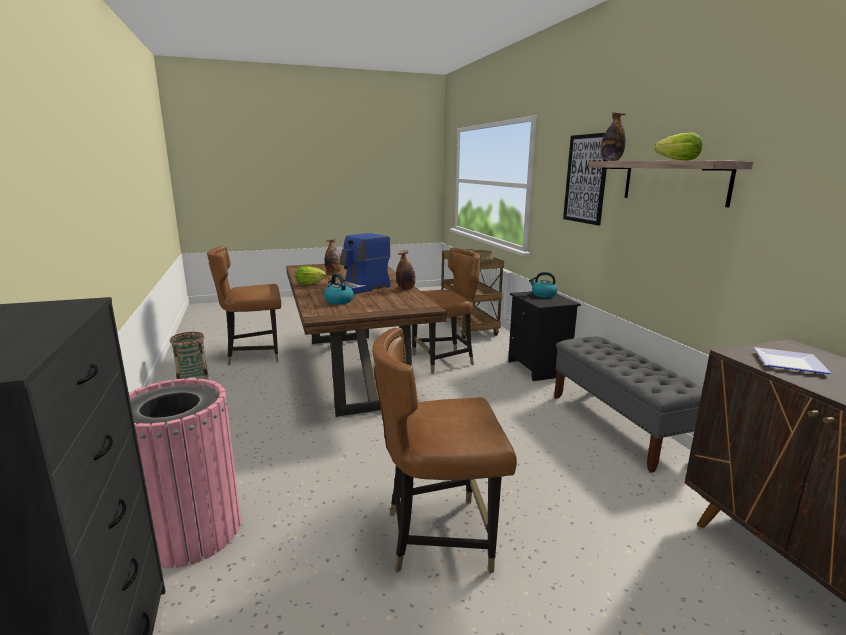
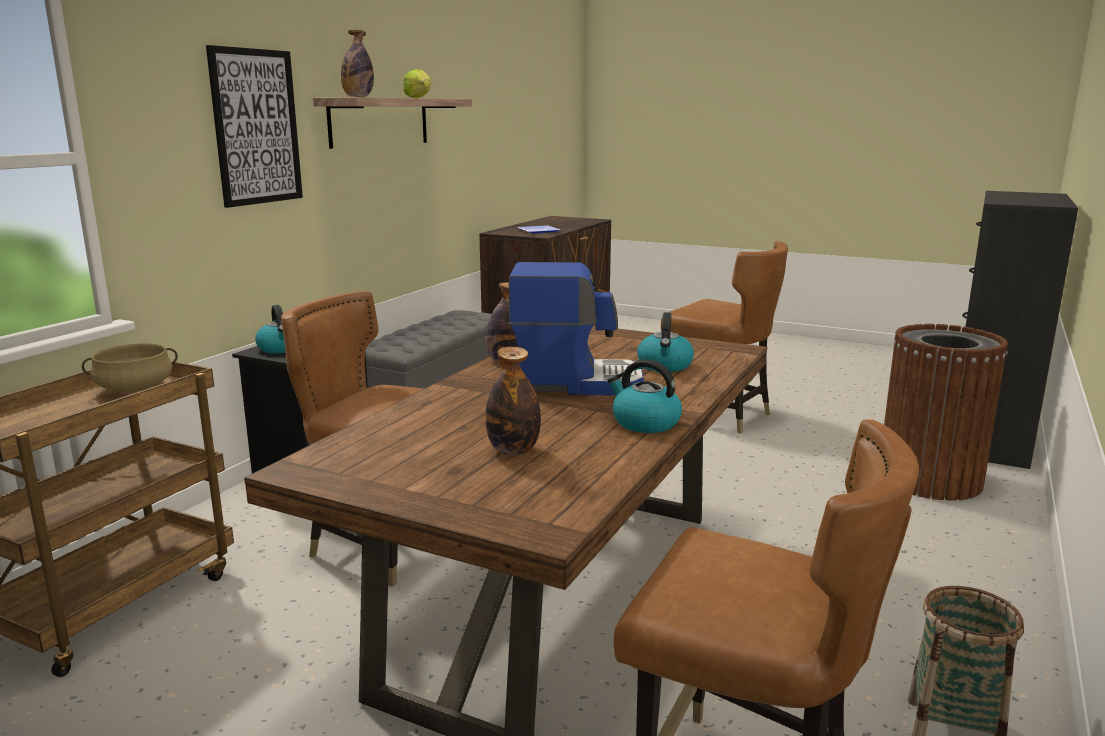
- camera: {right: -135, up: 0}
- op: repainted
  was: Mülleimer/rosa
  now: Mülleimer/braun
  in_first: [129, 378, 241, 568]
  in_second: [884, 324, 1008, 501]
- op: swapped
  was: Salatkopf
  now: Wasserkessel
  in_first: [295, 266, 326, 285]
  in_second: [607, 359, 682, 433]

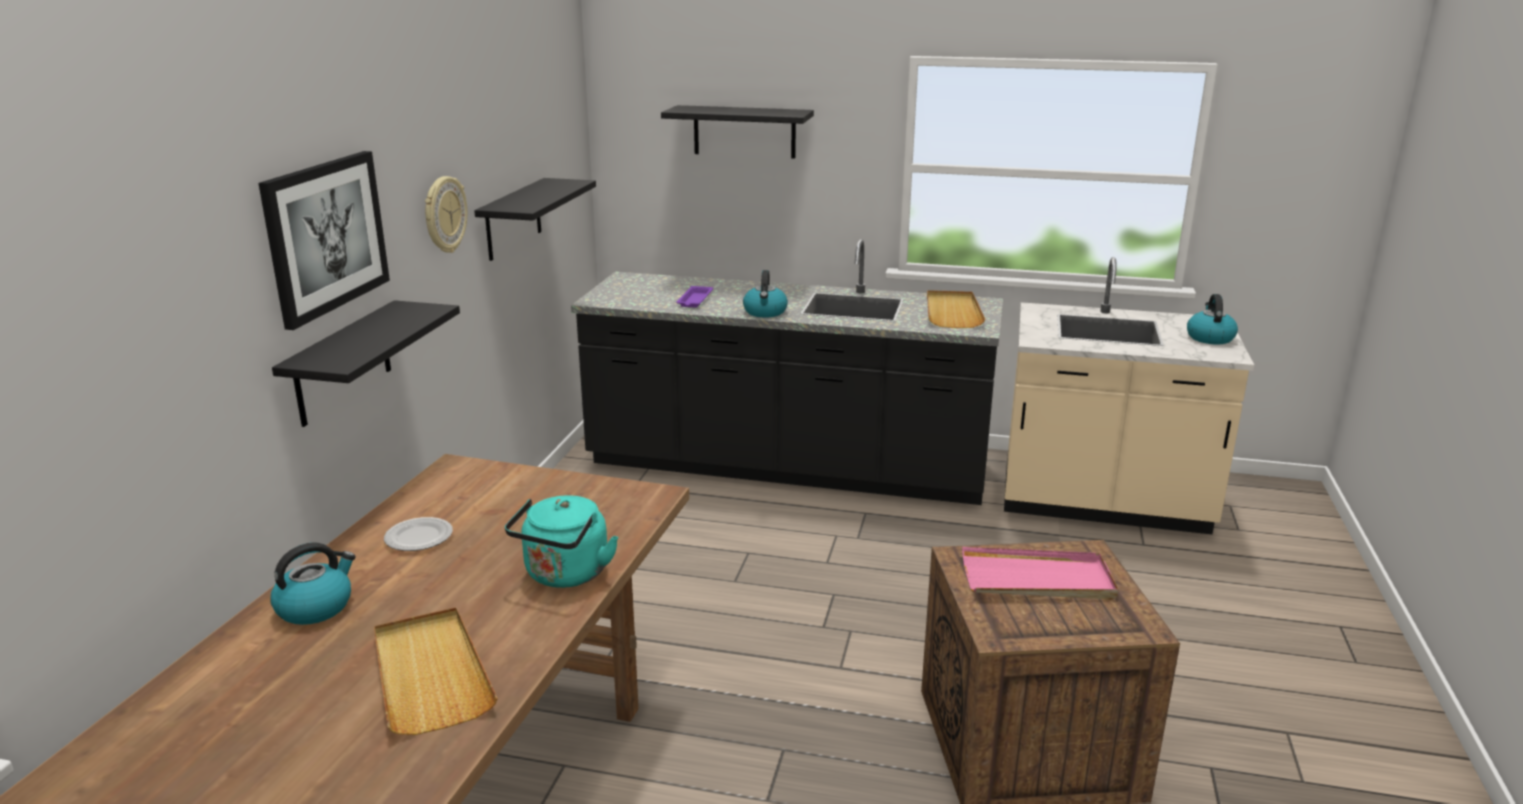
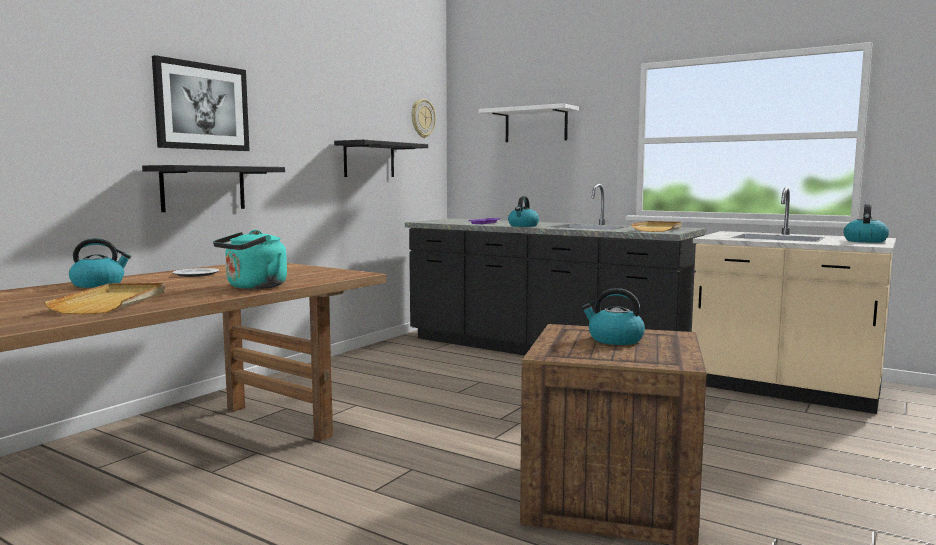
- camera: {right: 20, up: -15}
- op: shifted
  was: Wanduhr
  in_first: [425, 176, 467, 253]
  in_second: [412, 99, 436, 138]
- op: repainted
  was: Wandregal/schwarz
  now: Wandregal/weiß
  in_first: [661, 105, 814, 158]
  in_second: [479, 103, 579, 142]
- op: swapped
  was: Tablett/rosa
  now: Wasserkessel
  in_first: [962, 547, 1118, 599]
  in_second: [582, 288, 645, 345]

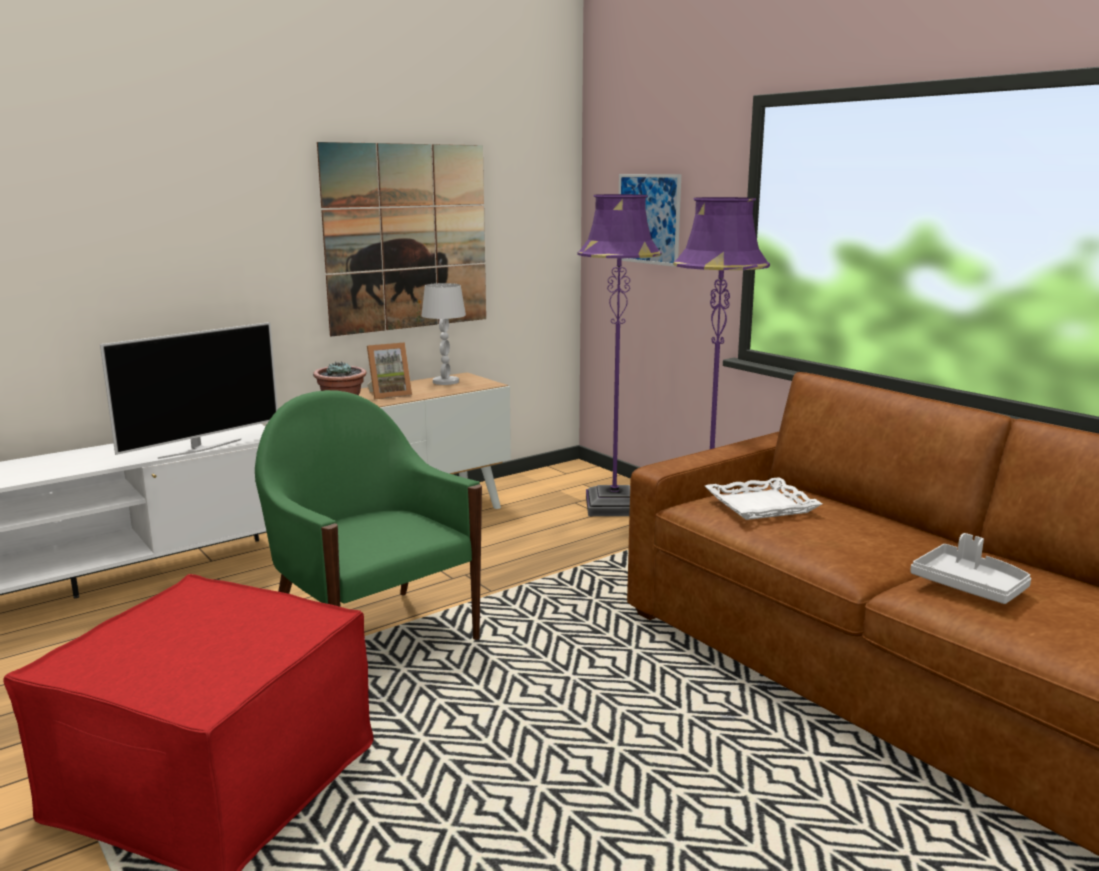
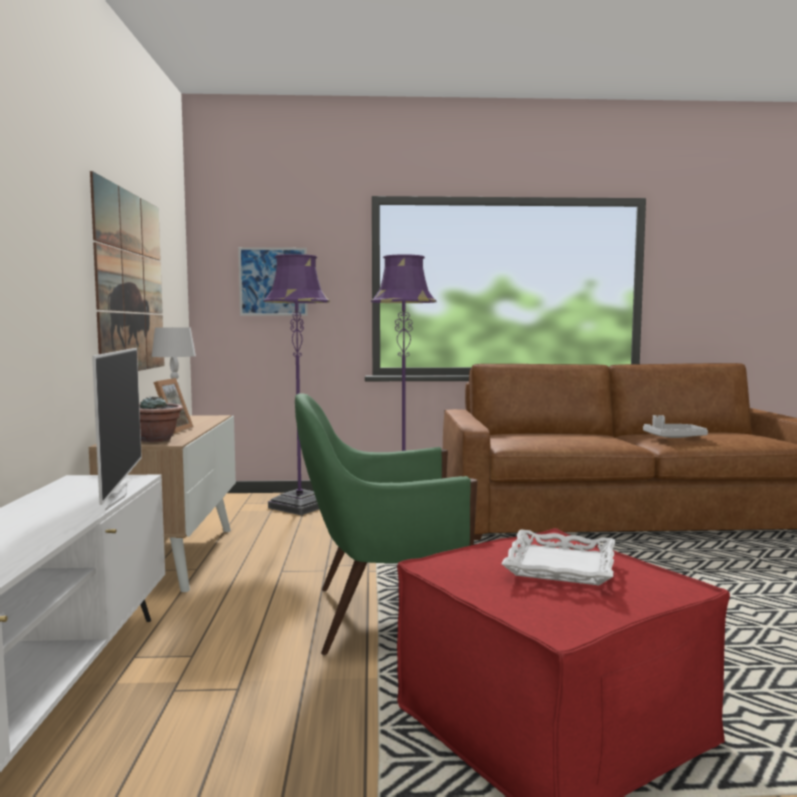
- camera: {right: -55, up: -10}
- op: shifted
  was: Tablett/weiß
  in_first: [705, 477, 822, 520]
  in_second: [502, 530, 615, 585]

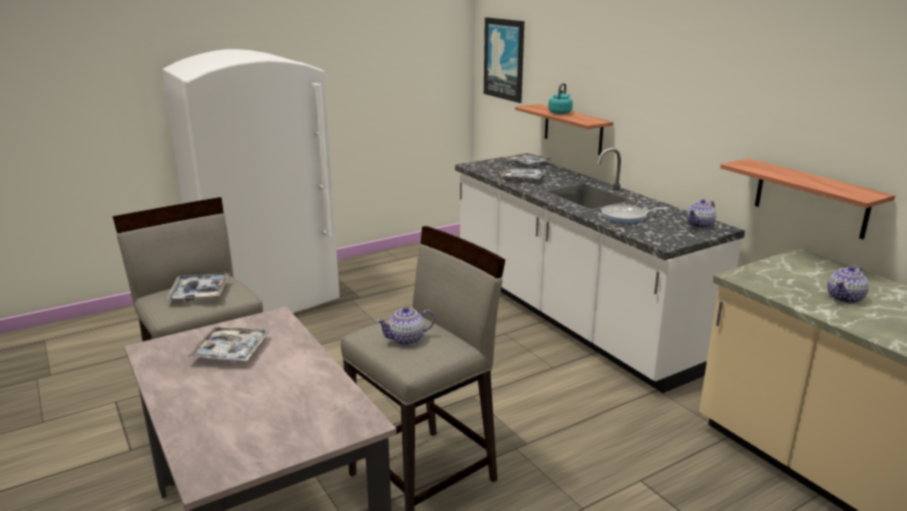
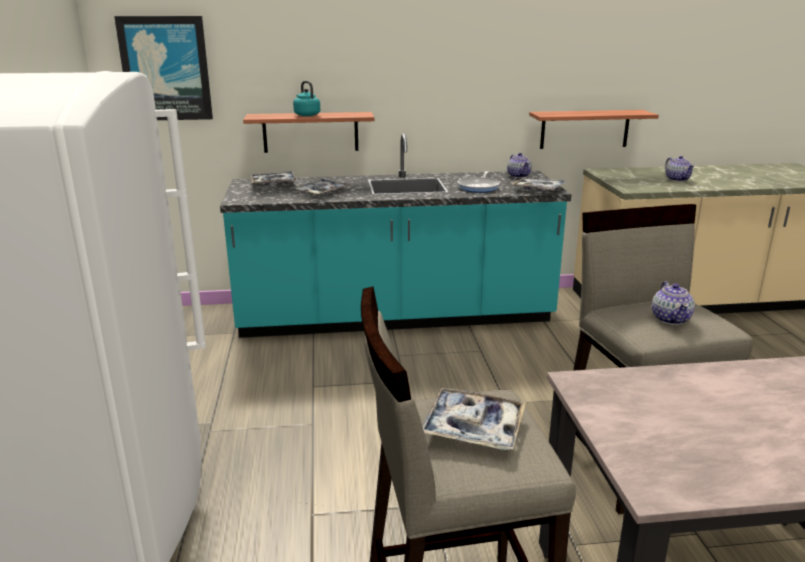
- camera: {right: -65, up: 0}
- op: shifted
  was: Tablett
  in_first: [187, 326, 269, 361]
  in_second: [512, 177, 568, 192]
- op: repainted
  was: Küchenzeile/weiß
  now: Küchenzeile/türkis
  in_first: [455, 147, 745, 393]
  in_second: [220, 133, 571, 338]

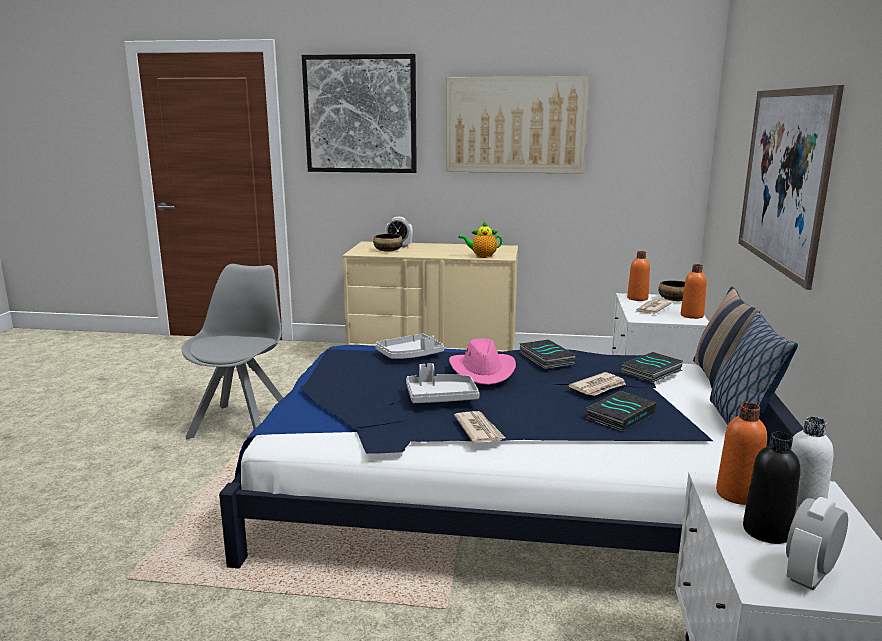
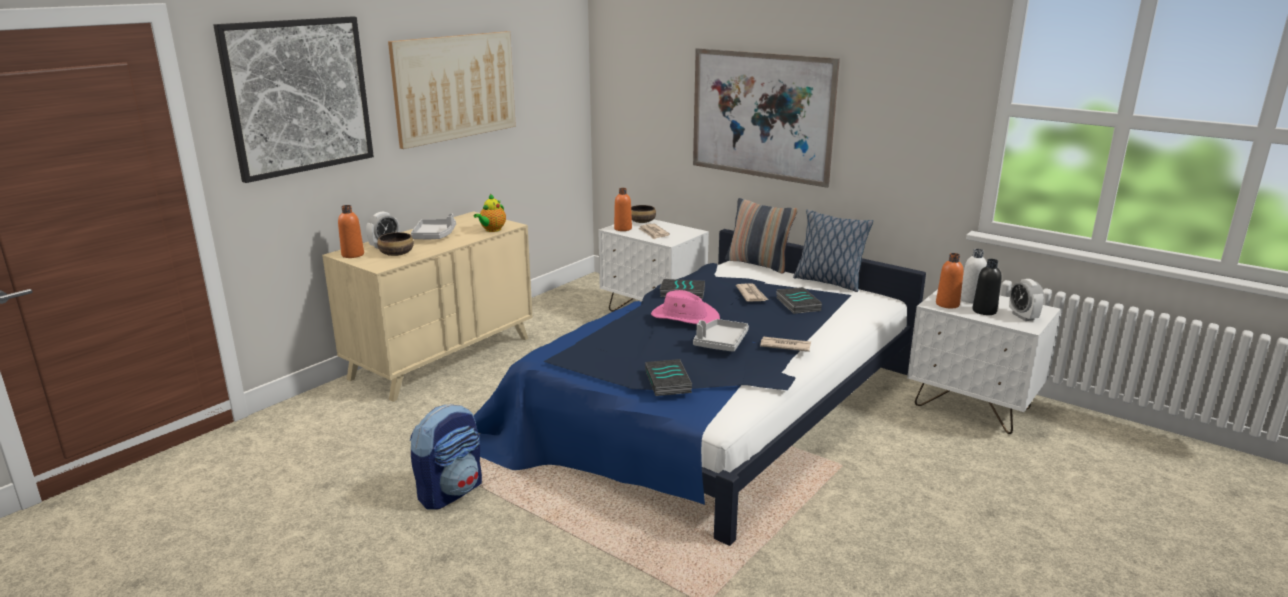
- camera: {right: -60, up: 5}
- op: swapped
  was: Stuhl/grau
  now: Rucksack
  in_first: [181, 264, 283, 439]
  in_second: [410, 404, 482, 510]
- op: shifted
  was: Tablett/grau
  in_first: [375, 333, 444, 359]
  in_second: [410, 214, 456, 240]
- op: shifted
  was: Buch
  in_first: [621, 352, 683, 383]
  in_second: [645, 359, 692, 396]
- op: shifted
  was: Flasche/orange
  in_first: [681, 264, 707, 319]
  in_second: [338, 205, 364, 258]

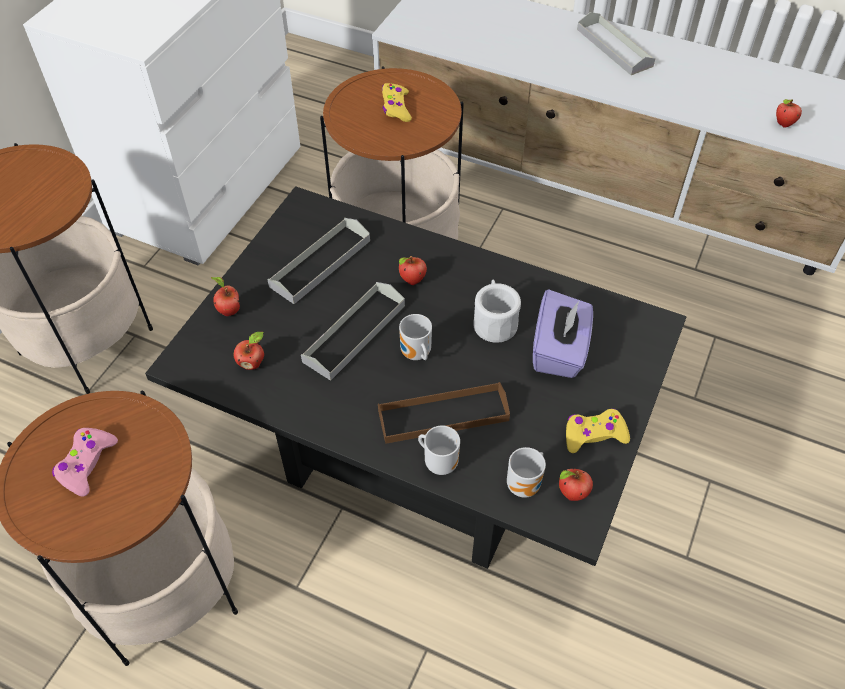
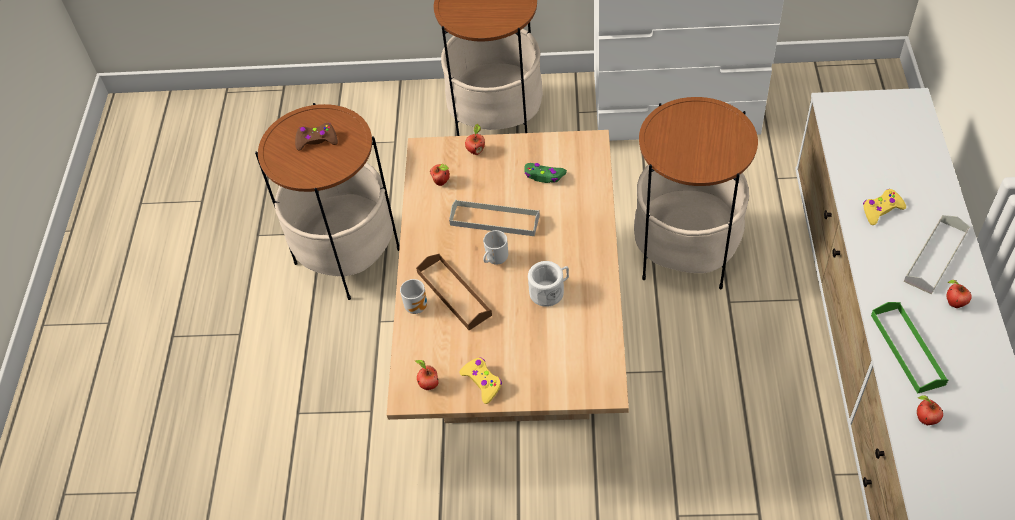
- camera: {right: 70, up: 0}
- op: repainted
  was: Gamepad/rosa
  now: Gamepad/braun
  in_first: [52, 428, 118, 497]
  in_second: [295, 123, 338, 151]
- op: repainted
  was: Couchtisch/schwarz
  now: Couchtisch/beige
  in_first: [145, 186, 687, 569]
  in_second: [387, 130, 629, 423]
- op: swapped
  was: Tablett/grau
  now: Gamepad/grün
  in_first: [267, 218, 370, 304]
  in_second: [524, 163, 567, 183]
- op: shifted
  was: Gamepad/gelb
  in_first: [382, 83, 412, 122]
  in_second: [863, 189, 906, 225]
- op: shifted
  was: Apfel
  in_first: [399, 256, 427, 285]
  in_second: [947, 280, 972, 308]
- op: gone
  was: Henkelbecher
  in_first: [507, 447, 546, 498]
- op: gone
  was: Taschentuchbox/lila
  in_first: [533, 289, 593, 378]
- op: new
  now: Tablett/grün
  in_second: [871, 302, 948, 394]

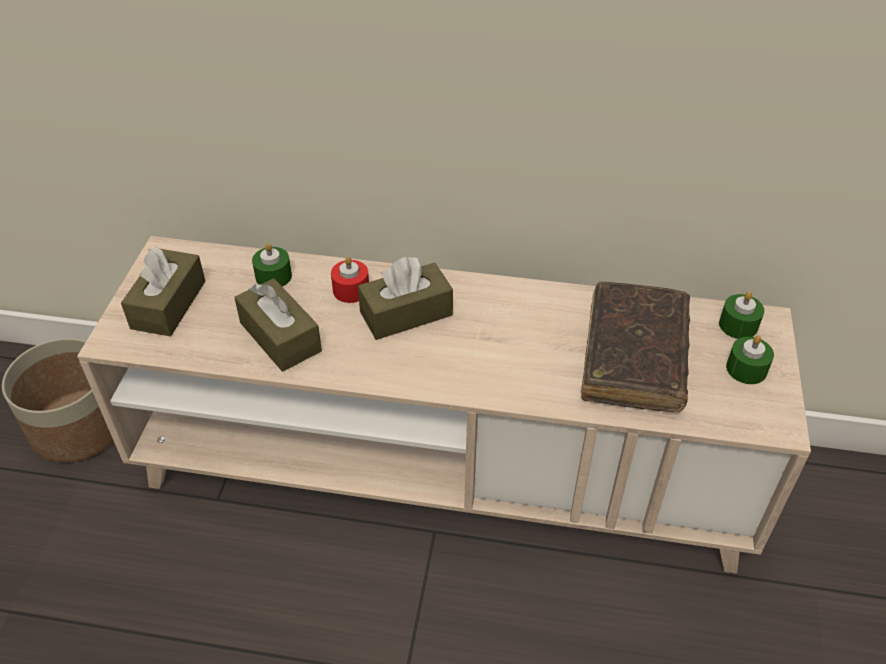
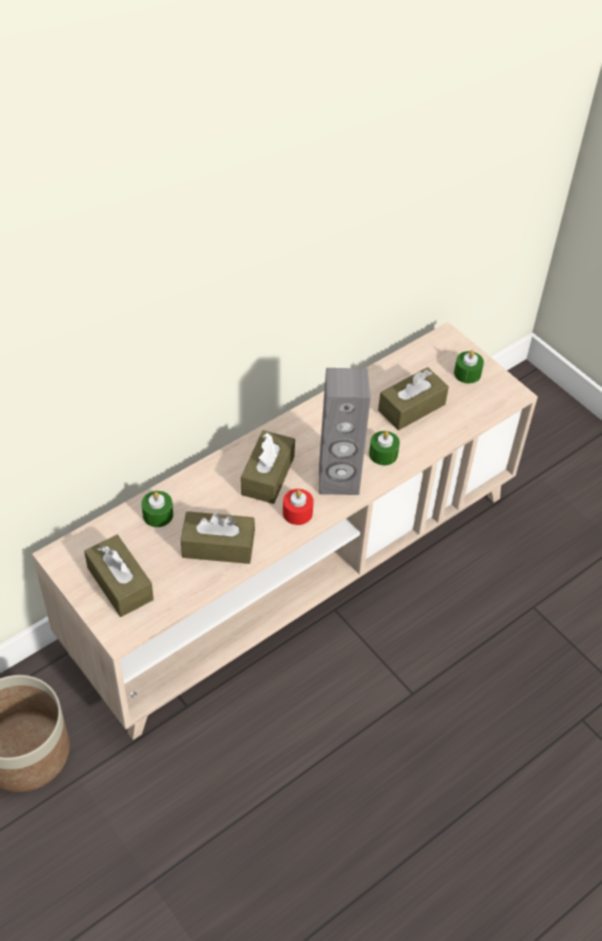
- camera: {right: -50, up: 5}
- op: shifted
  was: Kerze/rot
  in_first: [331, 256, 369, 303]
  in_second: [283, 489, 314, 525]
- op: swapped
  was: Buch/braun
  now: Taschentuchbox/braun
  in_first: [581, 282, 690, 412]
  in_second: [378, 367, 449, 430]
- op: shifted
  was: Kerze/grün
  in_first: [719, 292, 764, 339]
  in_second: [369, 431, 400, 465]
- op: new
  now: Lautsprecher/grau
  in_second: [319, 368, 371, 495]

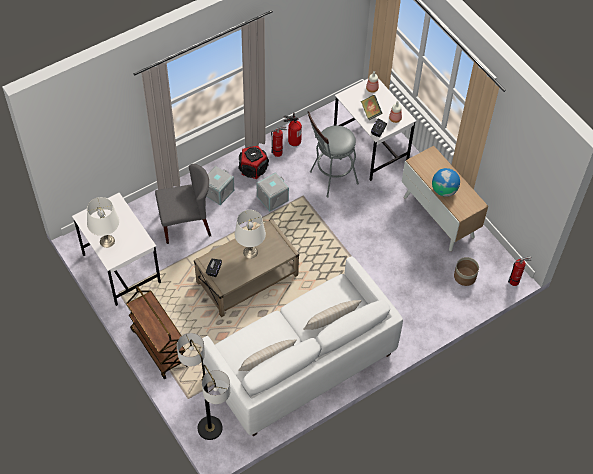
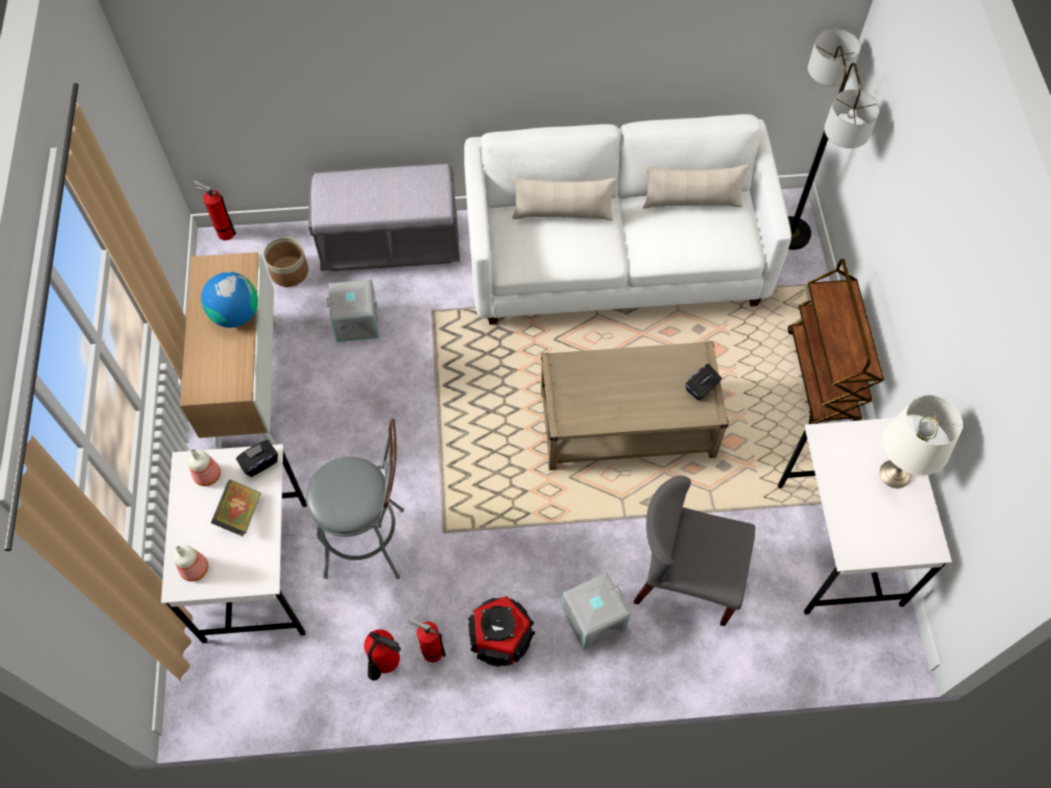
- camera: {right: -150, up: 5}
- op: gone
  was: Tischlampe/weiß
  in_first: [235, 210, 266, 259]
- op: shifted
  was: Aufbewahrungsbox/grau
  in_first: [257, 172, 289, 212]
  in_second: [326, 279, 379, 342]
- op: new
  now: Bank/grau
  in_second: [308, 163, 460, 271]

